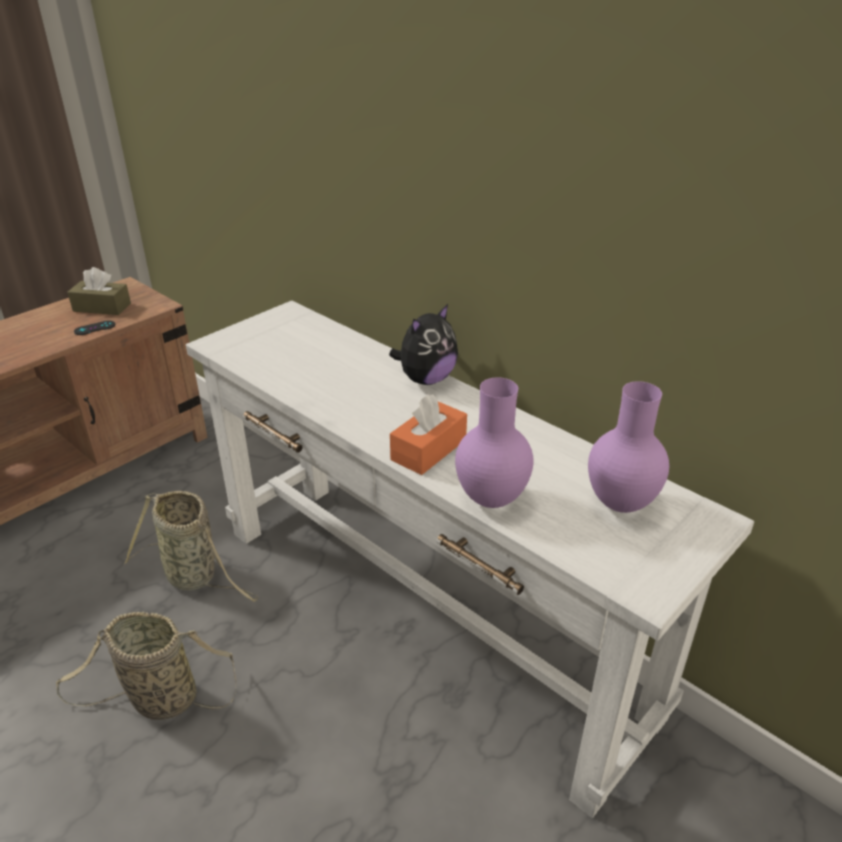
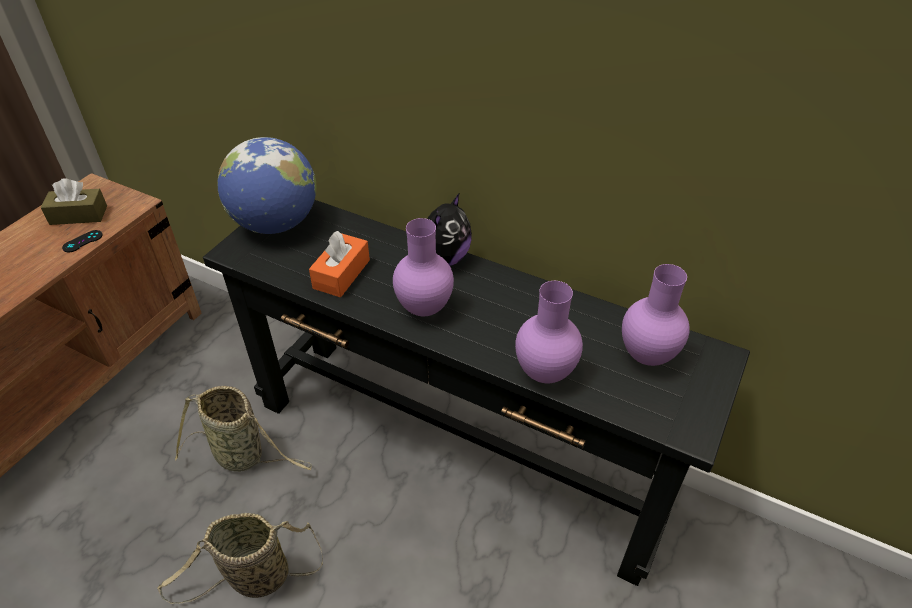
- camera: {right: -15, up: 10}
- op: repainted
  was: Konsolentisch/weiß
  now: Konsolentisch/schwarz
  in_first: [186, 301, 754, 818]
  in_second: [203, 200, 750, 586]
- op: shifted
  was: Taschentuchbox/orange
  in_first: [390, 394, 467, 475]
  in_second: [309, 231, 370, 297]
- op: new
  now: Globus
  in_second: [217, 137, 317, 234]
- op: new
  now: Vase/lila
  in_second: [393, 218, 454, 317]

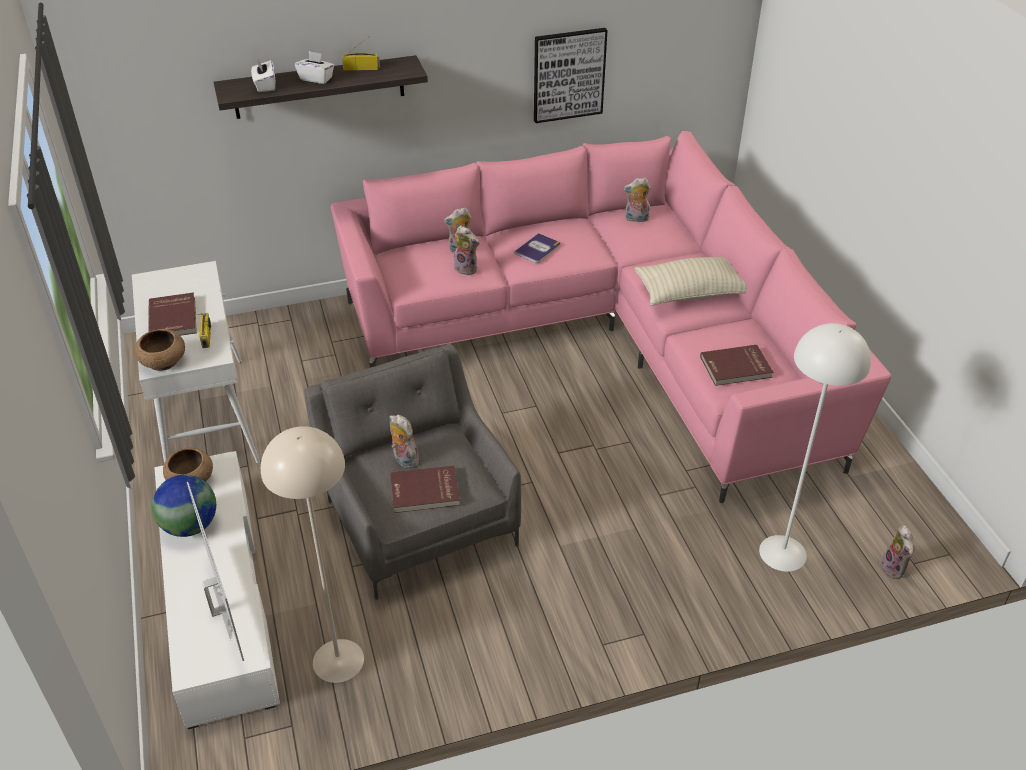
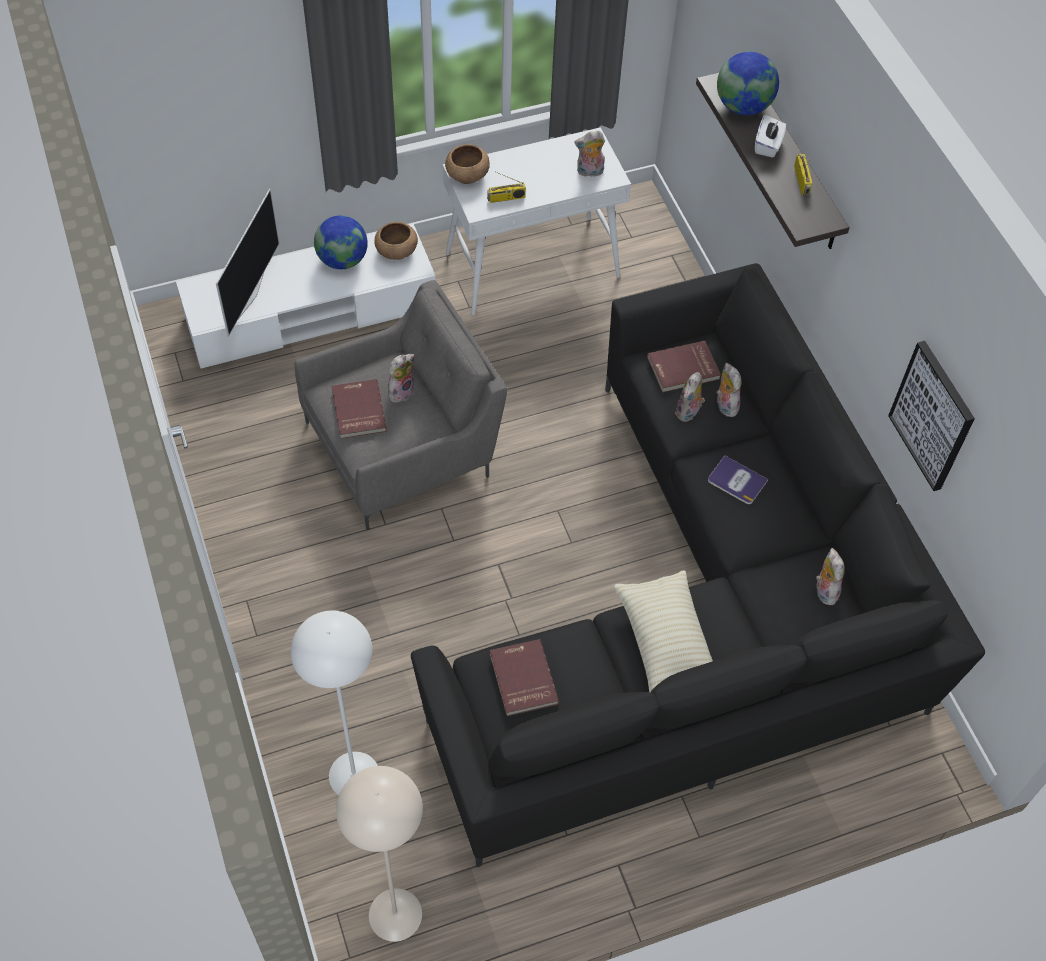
- camera: {right: 85, up: 15}
- op: shifted
  was: Buch/rot
  in_first: [149, 292, 197, 336]
  in_second: [647, 341, 721, 393]
- op: rotated
  was: Fernseher
  in_first: [187, 482, 244, 661]
  in_second: [216, 189, 279, 337]
  clockwise: -45
- op: swapped
  was: Taschentuchbox/weiß
  now: Globus
  in_first: [251, 59, 275, 92]
  in_second: [717, 52, 779, 115]
- op: shifted
  was: Stehlampe/beige
  in_first: [261, 426, 364, 683]
  in_second: [336, 766, 423, 942]
- op: repainted
  was: Sofa/rosa
  now: Sofa/schwarz
  in_first: [331, 131, 891, 503]
  in_second: [411, 263, 985, 867]
- op: shifted
  was: Plüschtier
  in_first: [881, 525, 915, 579]
  in_second: [574, 130, 605, 177]

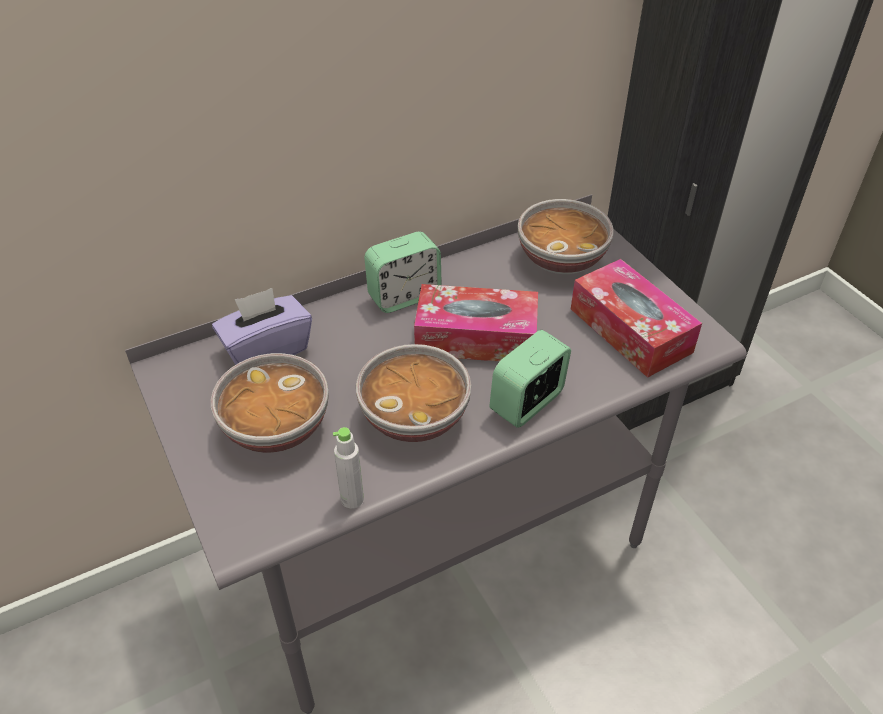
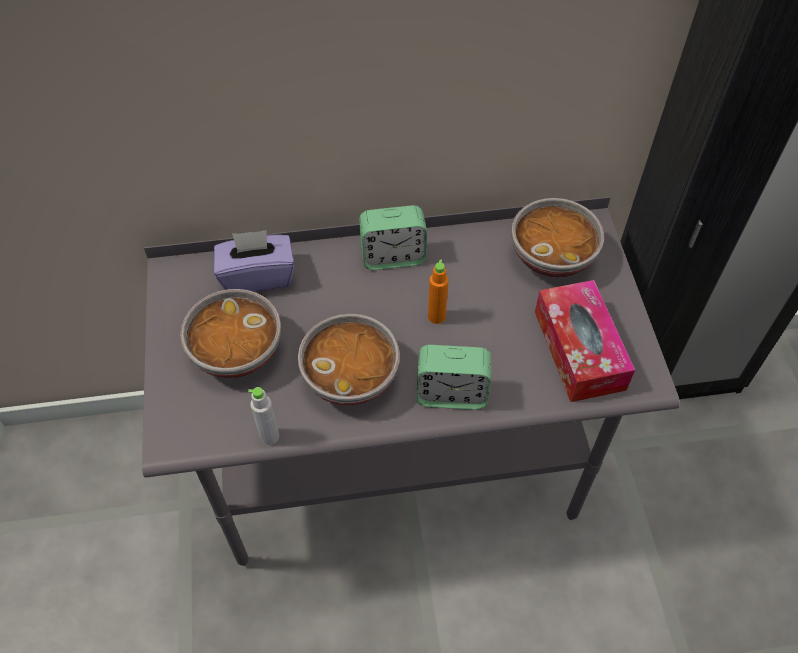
- camera: {right: 20, up: 10}
- op: swapped
  was: Taschentuchbox
  now: Flasche/orange
  in_first: [414, 284, 538, 361]
  in_second: [428, 259, 449, 324]
- op: rotated
  was: Wecker
  in_first: [489, 330, 571, 428]
  in_second: [417, 345, 491, 410]
  clockwise: -150

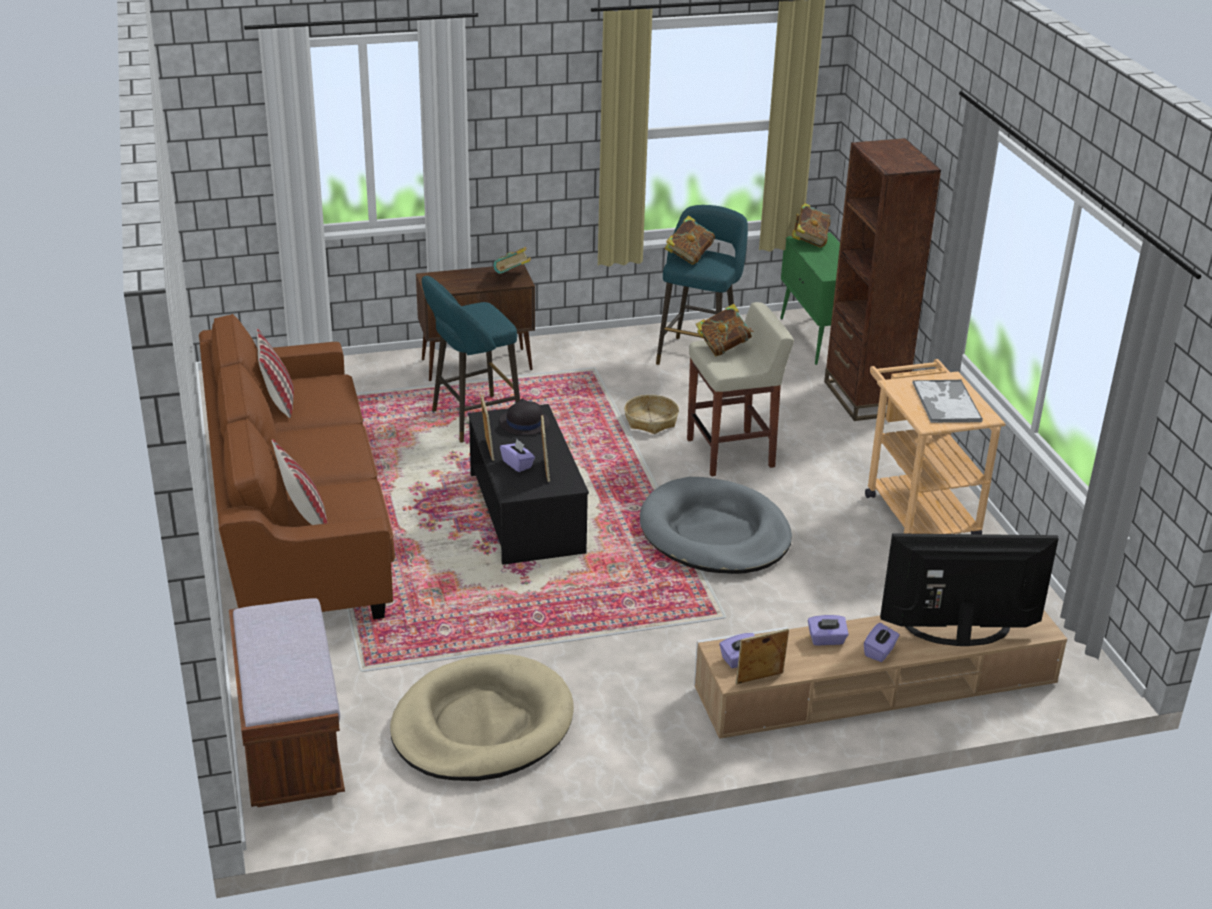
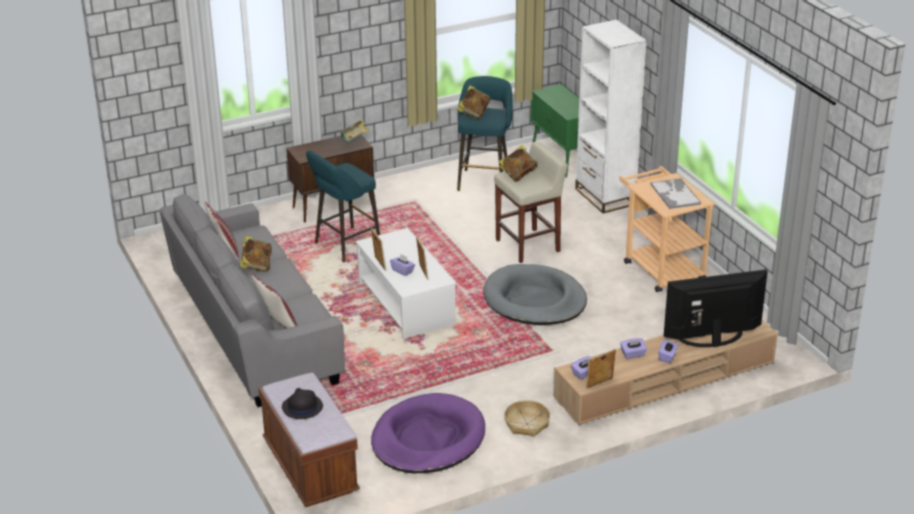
- camera: {right: -10, up: 0}
- op: repainted
  was: Sofa/braun
  now: Sofa/grau
  in_first: [199, 314, 395, 619]
  in_second: [159, 193, 345, 407]
- op: repainted
  was: Hundebett/beige
  now: Hundebett/lila
  in_first: [390, 654, 574, 781]
  in_second: [371, 393, 485, 473]
- op: repainted
  was: Couchtisch/schwarz
  now: Couchtisch/weiß
  in_first: [468, 404, 589, 565]
  in_second: [356, 228, 456, 339]
- op: shifted
  was: Hut/schwarz
  in_first: [499, 399, 550, 435]
  in_second: [282, 388, 323, 419]
- op: shifted
  was: Korb
  in_first: [624, 395, 679, 434]
  in_second: [504, 400, 550, 437]
- op: shifted
  was: Buch
  in_first: [792, 203, 831, 247]
  in_second: [240, 236, 272, 272]
- op: repainted
  was: Bücherregal/braun
  now: Bücherregal/weiß
  in_first: [824, 138, 941, 421]
  in_second: [575, 19, 647, 213]

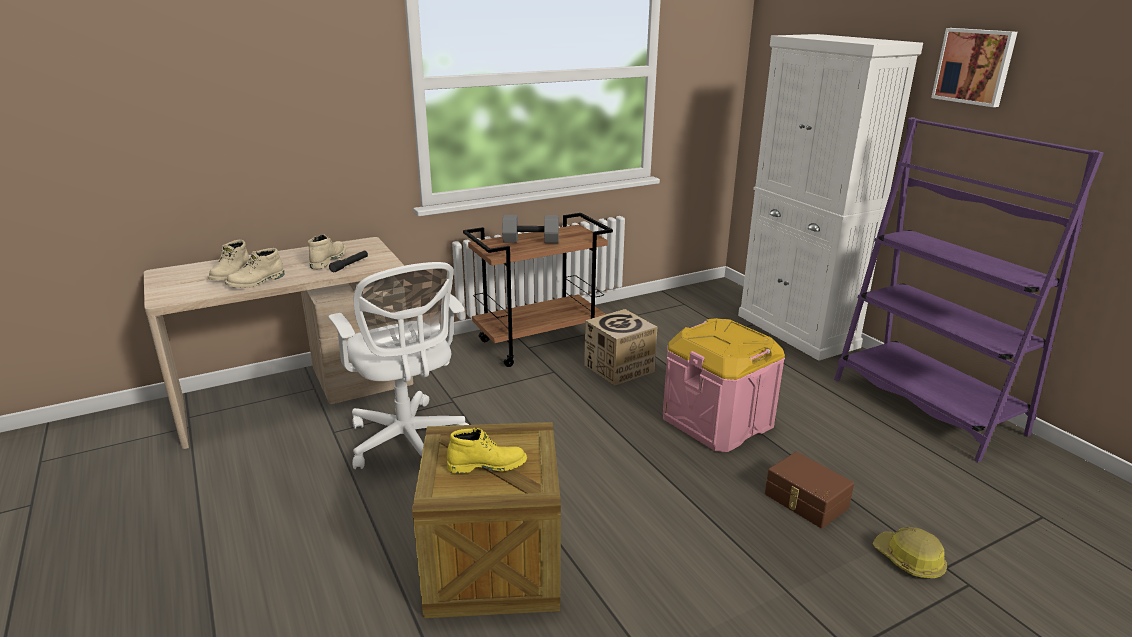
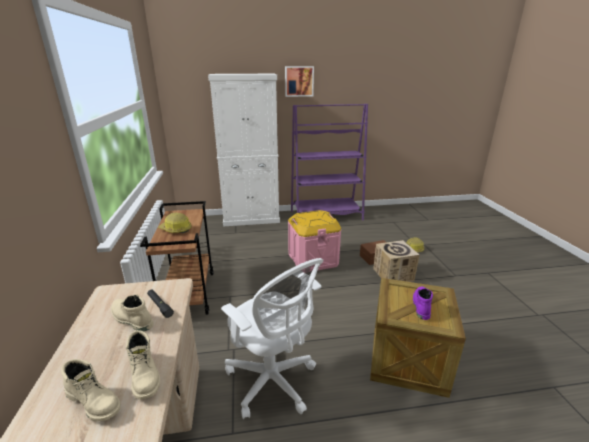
- camera: {right: -70, up: 0}
- op: rotated
  was: Bürostuhl/weiß
  in_first: [329, 262, 469, 469]
  in_second: [221, 258, 324, 419]
  clockwise: 60
- op: repainted
  was: Stiefel/gelb
  now: Stiefel/lila
  in_first: [447, 428, 527, 474]
  in_second: [413, 286, 433, 320]
- op: swapped
  was: Hantel/grau
  now: Schutzhelm
  in_first: [502, 215, 559, 243]
  in_second: [158, 213, 192, 233]
- op: shifted
  was: Karton
  in_first: [584, 309, 657, 385]
  in_second: [373, 240, 420, 282]

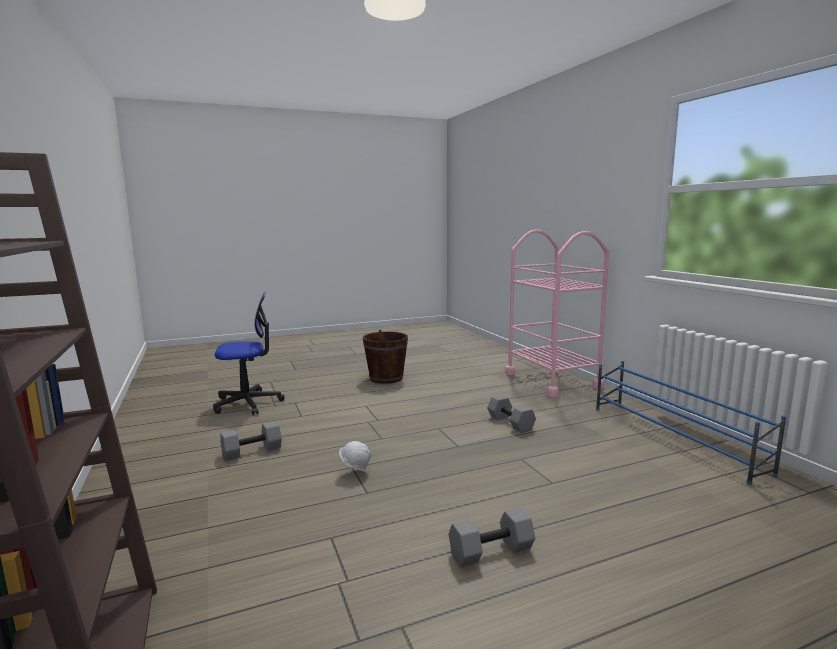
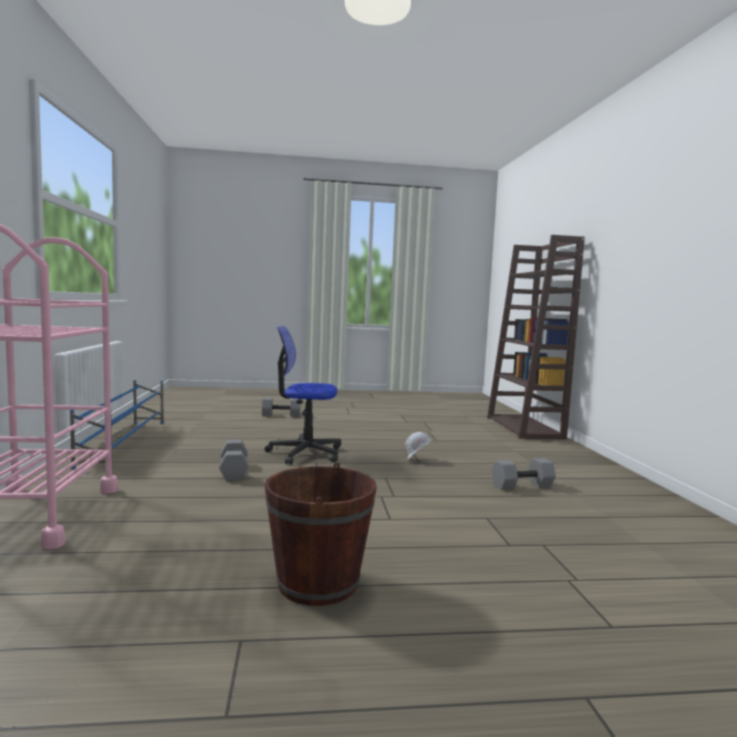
- camera: {right: -165, up: -5}
- op: shifted
  was: Bürostuhl
  in_first: [213, 292, 285, 415]
  in_second: [265, 326, 341, 465]
- op: shifted
  was: Hantel/grau
  in_first: [449, 508, 535, 567]
  in_second: [262, 398, 301, 417]

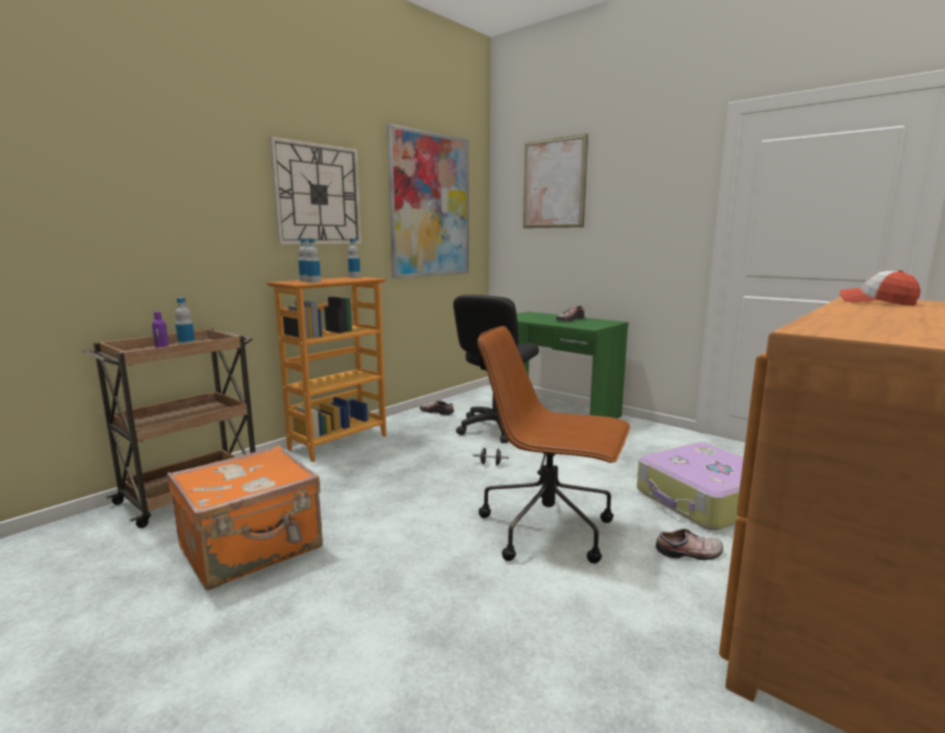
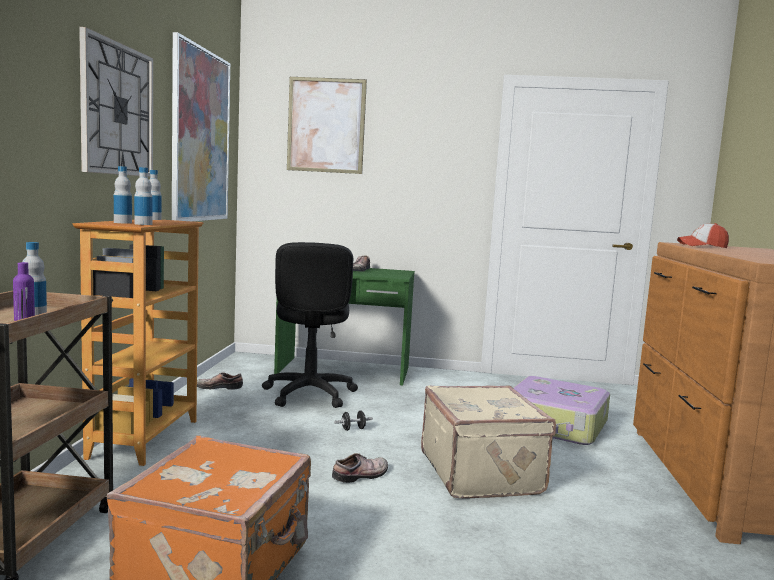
- camera: {right: -35, up: -5}
- op: swapped
  was: Bürostuhl/braun
  now: Koffer/beige
  in_first: [477, 326, 631, 564]
  in_second: [421, 385, 556, 499]
- op: shifted
  was: Schuh
  in_first: [656, 529, 723, 560]
  in_second: [332, 453, 388, 483]

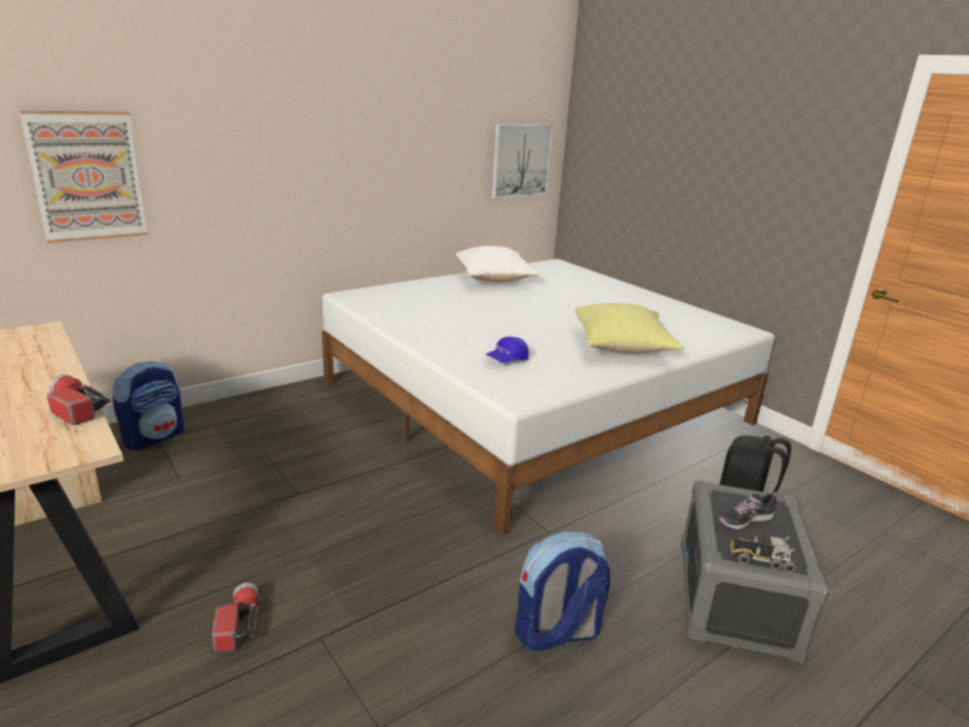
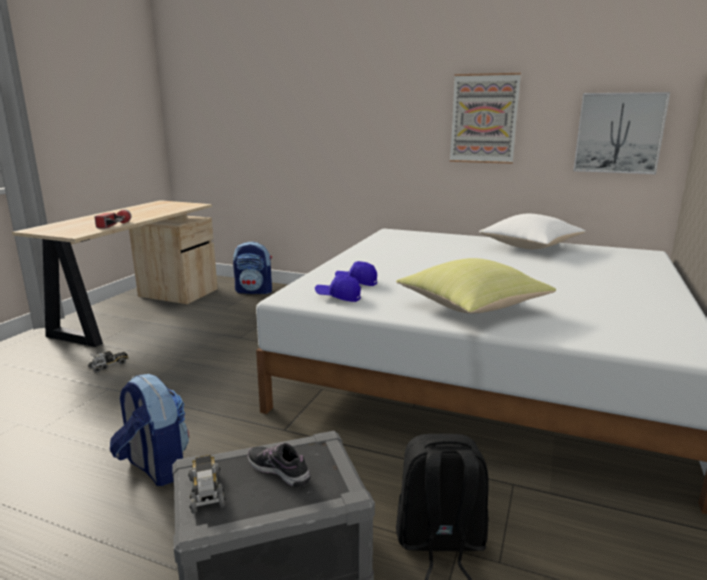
- camera: {right: 60, up: -5}
- op: shifted
  was: Bild
  in_first: [19, 110, 148, 243]
  in_second: [450, 73, 521, 164]
- op: swapped
  was: Taschenlampe
  now: Spielzeuglaster
  in_first: [212, 583, 259, 652]
  in_second: [88, 351, 128, 373]
- op: new
  now: Kappe/blau
  in_second: [315, 275, 361, 302]

